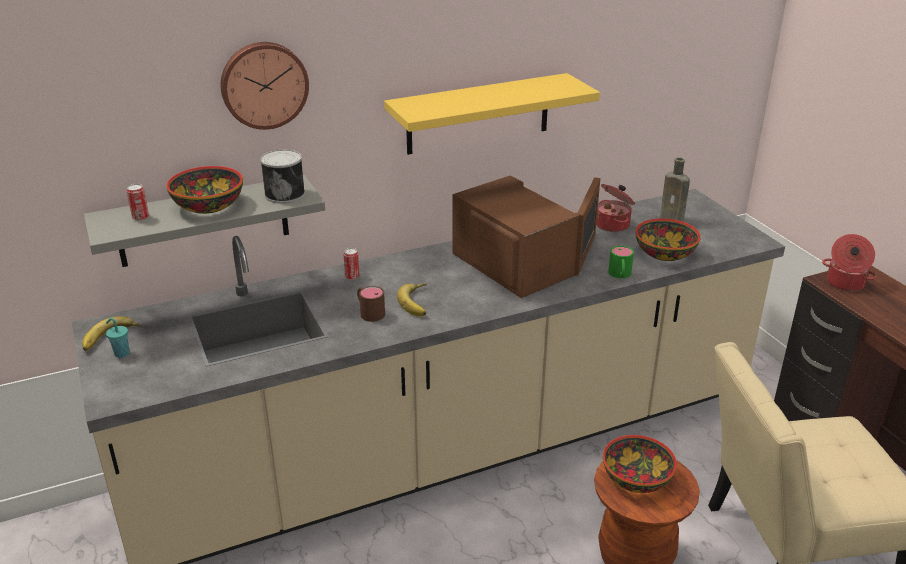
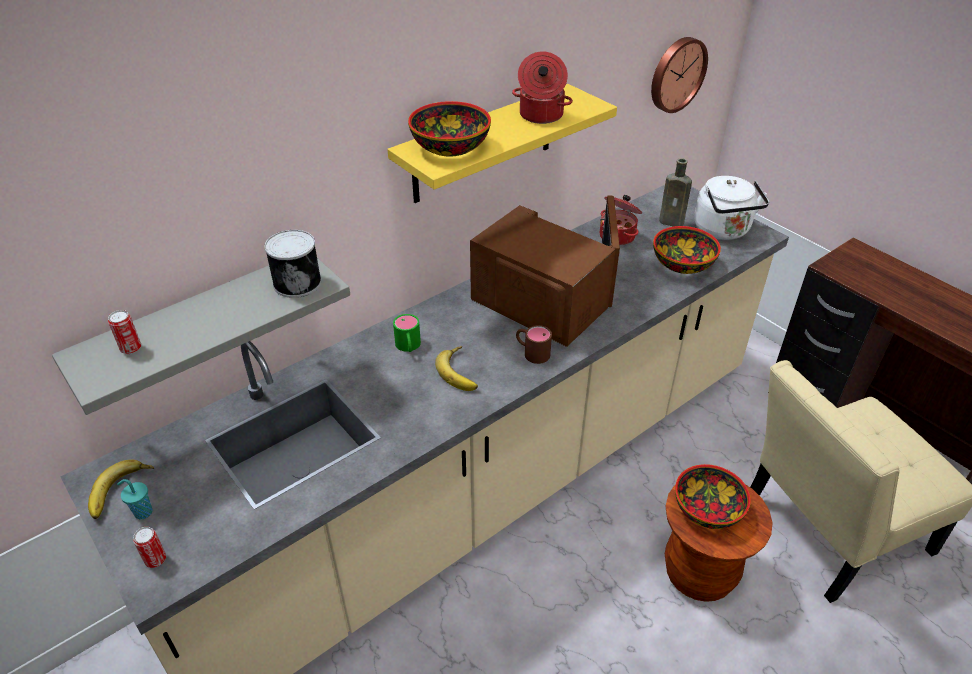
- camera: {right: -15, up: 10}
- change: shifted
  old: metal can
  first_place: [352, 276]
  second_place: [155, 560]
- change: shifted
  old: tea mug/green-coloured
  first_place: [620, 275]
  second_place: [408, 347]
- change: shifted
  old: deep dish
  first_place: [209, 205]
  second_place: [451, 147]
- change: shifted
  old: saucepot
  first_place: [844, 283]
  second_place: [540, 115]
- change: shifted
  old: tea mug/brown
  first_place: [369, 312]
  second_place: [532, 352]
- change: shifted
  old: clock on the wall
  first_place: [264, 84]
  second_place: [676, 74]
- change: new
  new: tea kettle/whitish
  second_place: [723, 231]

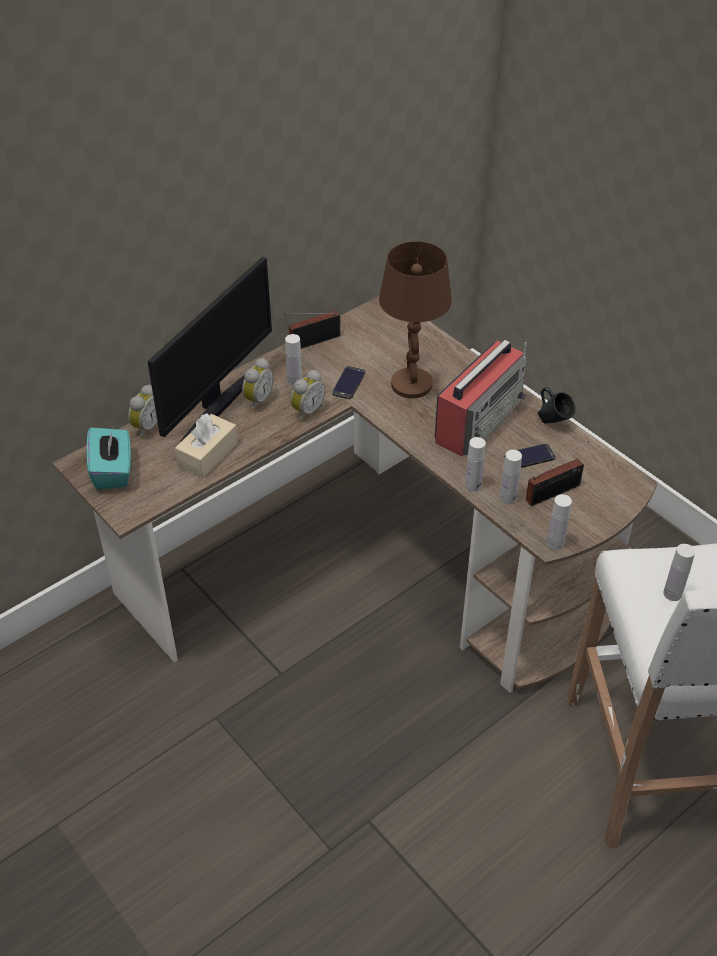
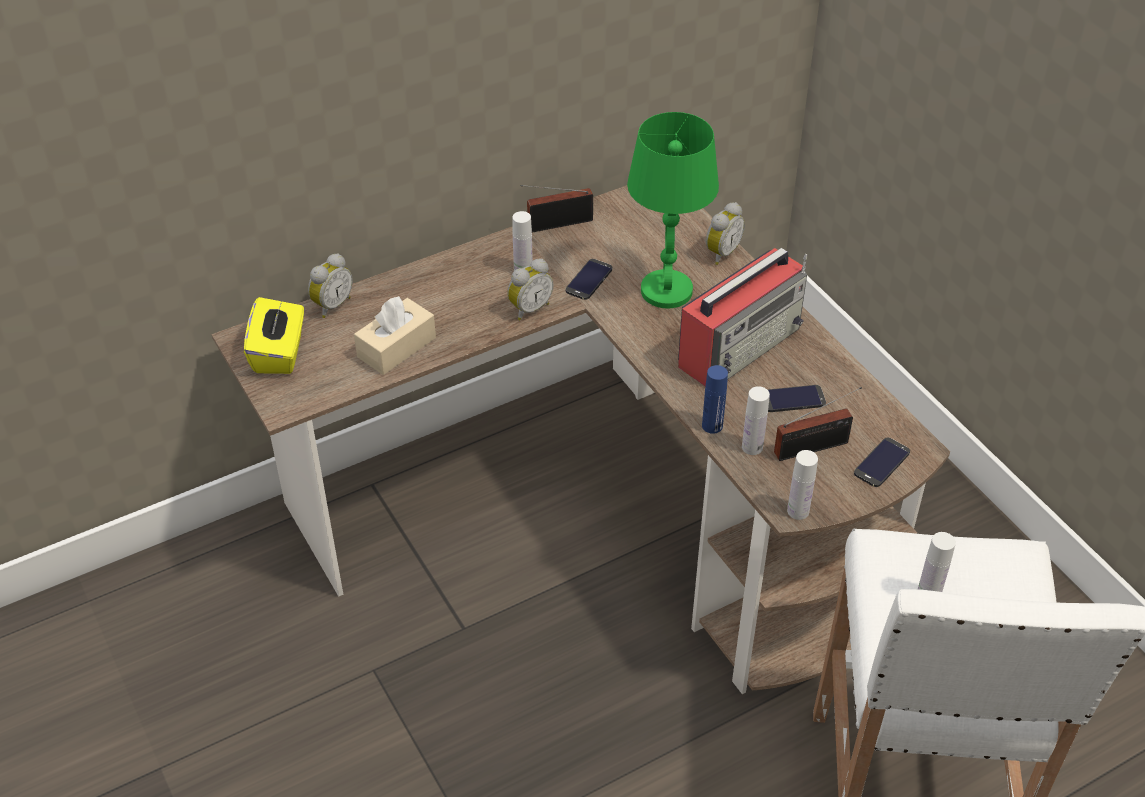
- camera: {right: 10, up: 0}
- change: repainted
  old: tissue box/turquoise-coloured
  new: tissue box/yellow
  first_place: [113, 471]
  second_place: [279, 353]
- change: repainted
  old: table lamp/brown
  new: table lamp/green-coloured
  first_place: [411, 384]
  second_place: [666, 290]
- change: repainted
  old: beverage bottle/whitish
  new: beverage bottle/blue-coloured
  first_place: [473, 485]
  second_place: [712, 426]
- change: shifted
  old: table clock
  first_place: [257, 400]
  second_place: [720, 253]
- change: new
  new: phone
  second_place: [881, 463]
- change: gone
  old: computer screen
  first_place: [217, 405]
- change: gone
  old: tea mug/blue-coloured
  first_place: [553, 422]

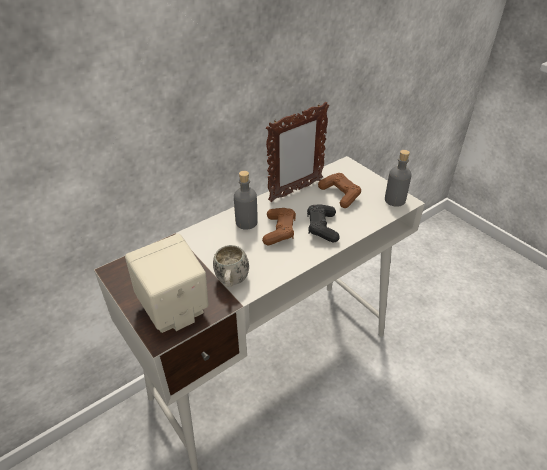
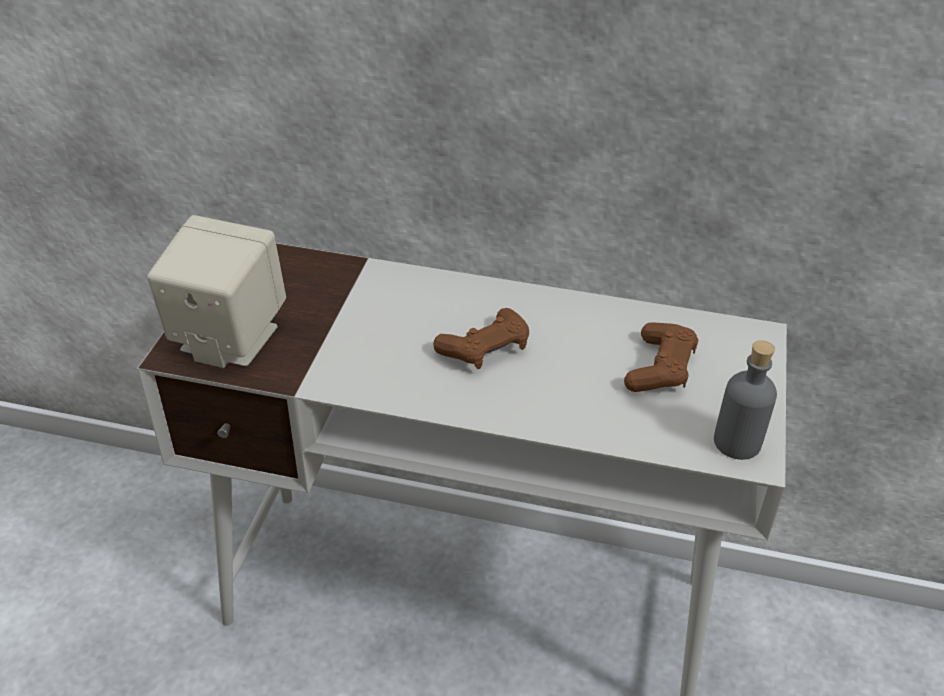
- camera: {right: 50, up: 0}
- change: gone
  old: tea mug/whitish
  first_place: [231, 282]
- change: gone
  old: beverage bottle/gray
  first_place: [246, 222]
- change: gone
  old: picture frame
  first_place: [295, 191]
- change: gone
  old: game controller/black-coloured
  first_place: [322, 228]

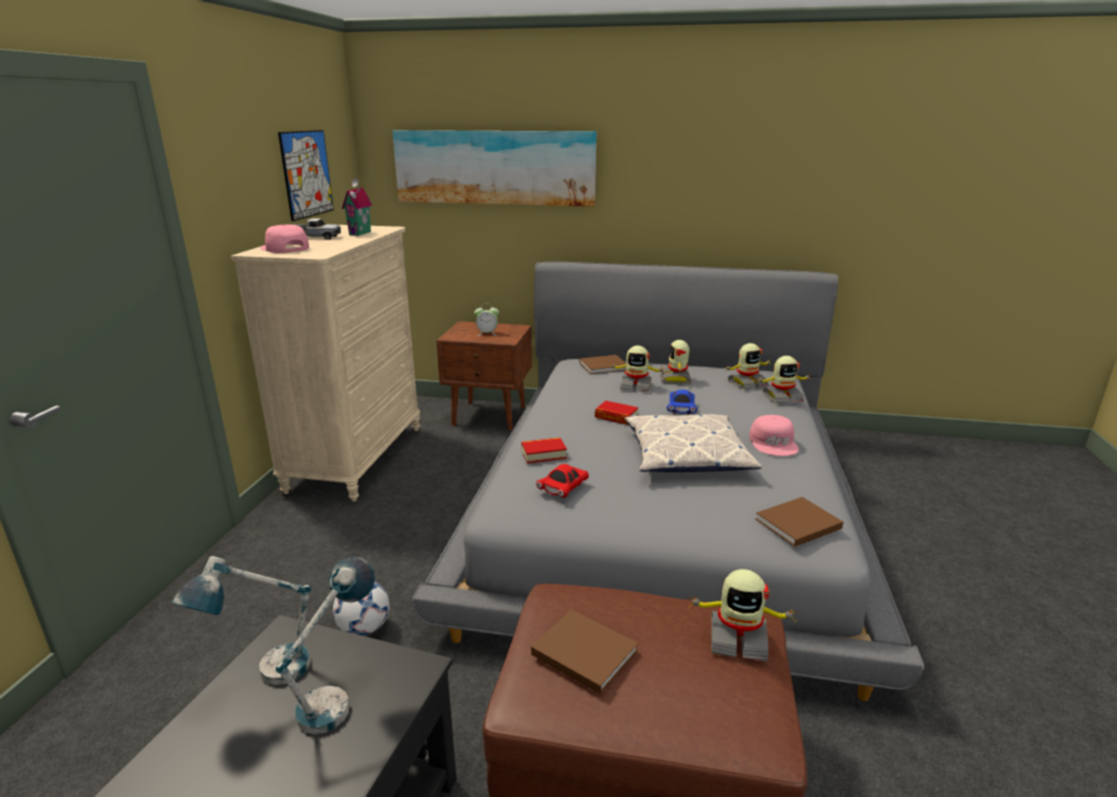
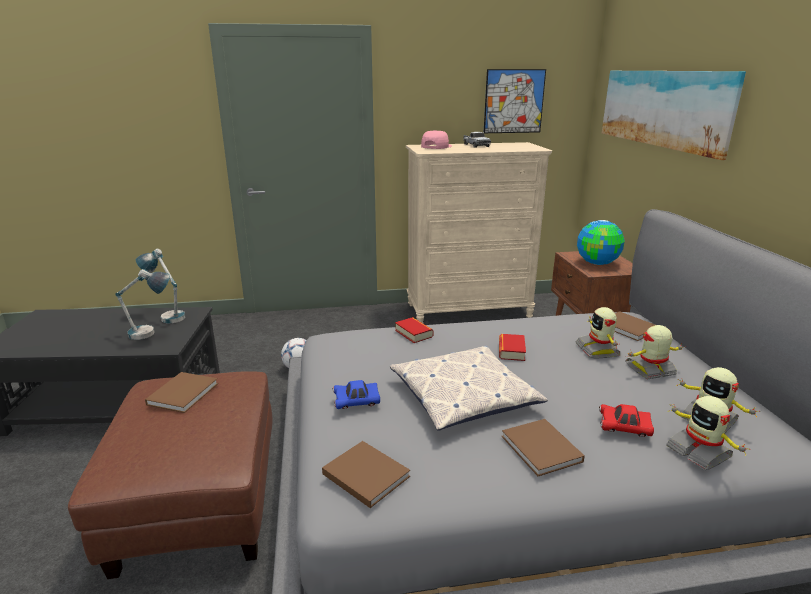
- camera: {right: 70, up: 0}
- change: shifted
  old: toy car/blue-coloured
  first_place: [681, 409]
  second_place: [356, 402]
- change: swapped
  old: baseball cap/pinkish
  new: bound book/brown
  first_place: [774, 443]
  second_place: [542, 450]
- change: swapped
  old: table clock
  new: globe
  first_place: [487, 333]
  second_place: [597, 263]
- change: shifted
  old: toy car/reddish
  first_place: [563, 488]
  second_place: [624, 428]
- change: gone
  old: toy house
  first_place: [361, 233]
- change: gone
  old: toy robot
  first_place: [737, 638]

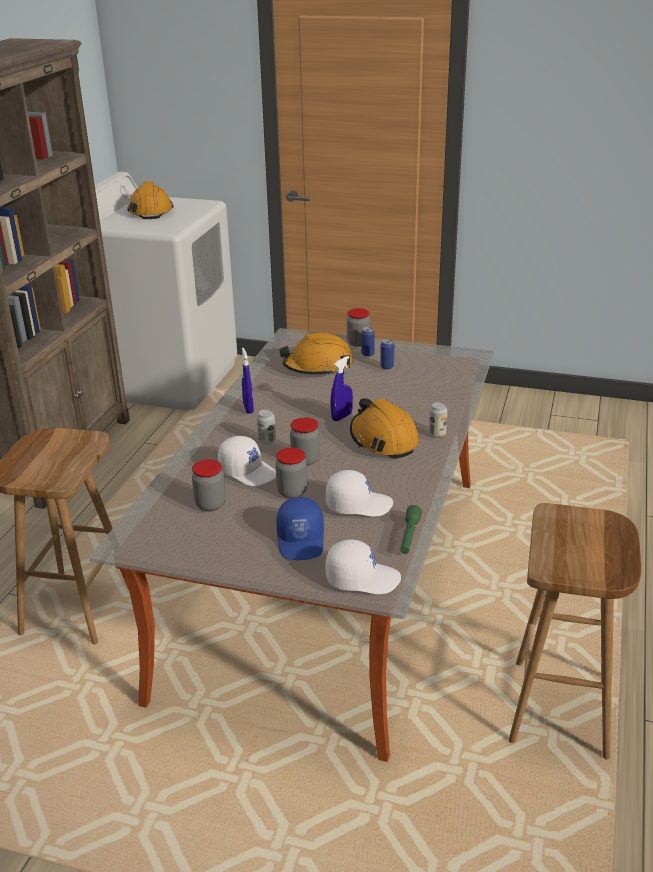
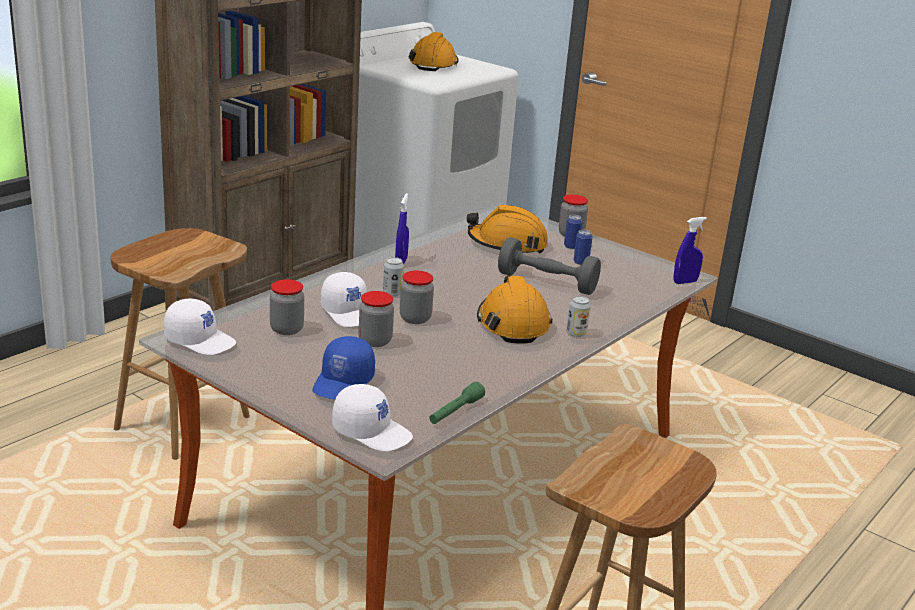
- camera: {right: 20, up: -5}
- change: shifted
  old: baseball cap/whitish
  first_place: [358, 504]
  second_place: [200, 340]
- change: new
  new: free weight/gray
  second_place: [547, 282]
- change: shifted
  old: sprayer/blue-coloured
  first_place: [341, 417]
  second_place: [685, 282]

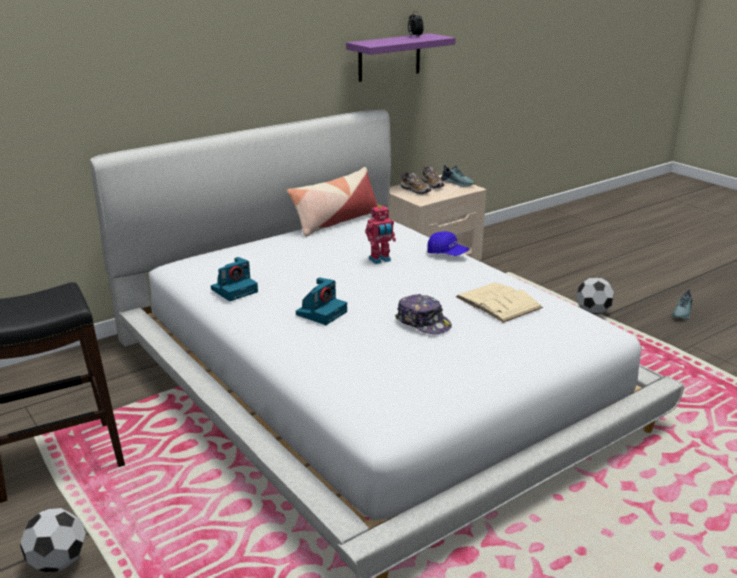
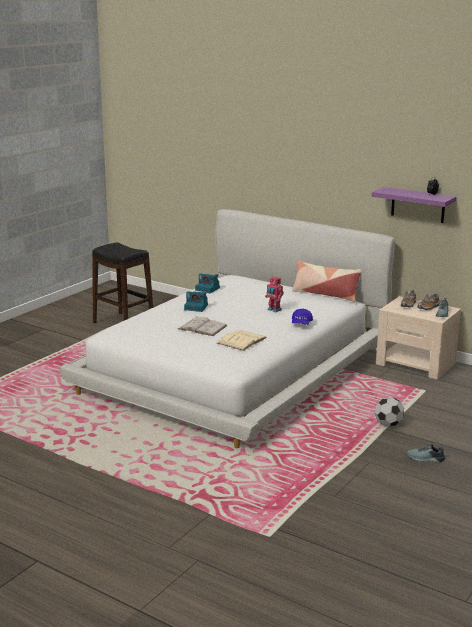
- camera: {right: 70, up: -5}
- change: swapped
  old: baseball cap
  new: bound book/whitish
  first_place: [423, 322]
  second_place: [202, 327]
- change: gone
  old: ball for football
  first_place: [58, 562]

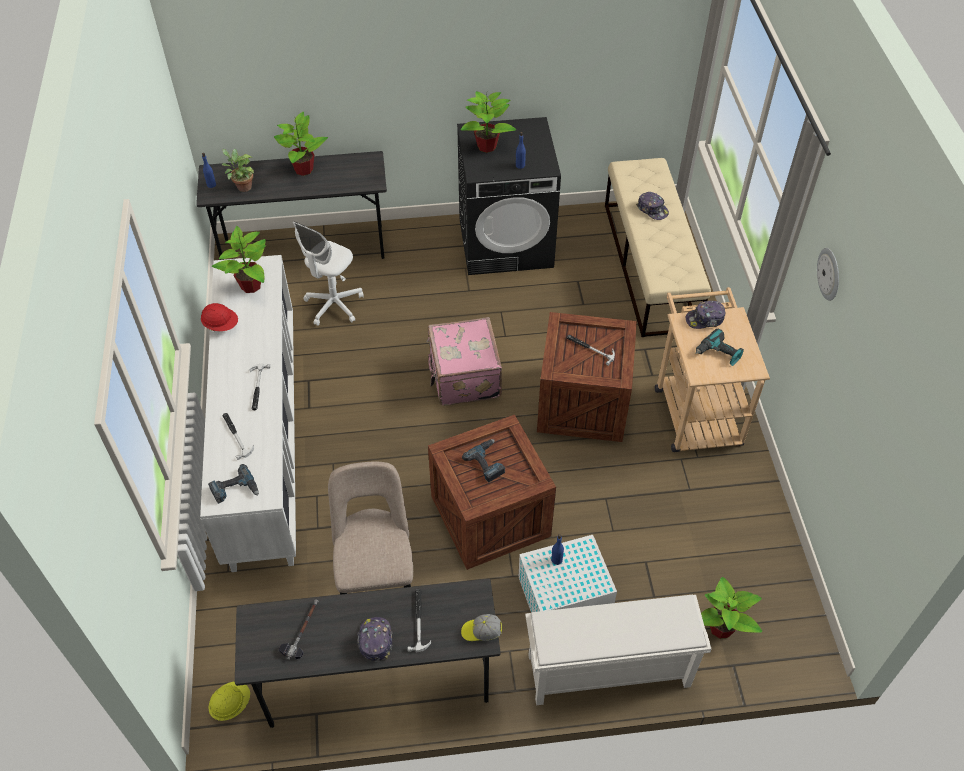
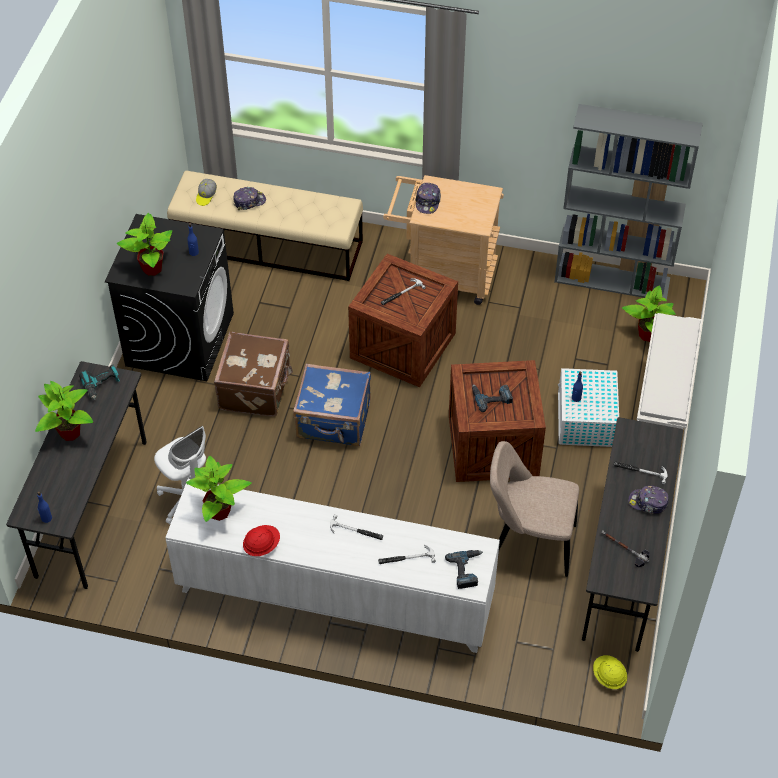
- camera: {right: -70, up: 0}
- change: shifted
  old: electric drill
  first_place: [718, 354]
  second_place: [101, 385]
- change: shifted
  old: baseball cap
  first_place: [481, 631]
  second_place: [206, 196]
- change: new
  new: suitcase/brown
  second_place: [256, 389]
- change: repainted
  old: suitcase/pinkish
  new: suitcase/blue-coloured
  first_place: [463, 377]
  second_place: [334, 421]
- change: new
  new: bookcase/gray
  second_place: [613, 280]
- change: gone
  old: houseplant
  first_place: [242, 186]
- change: gone
  old: clock on the wall
  first_place: [829, 274]

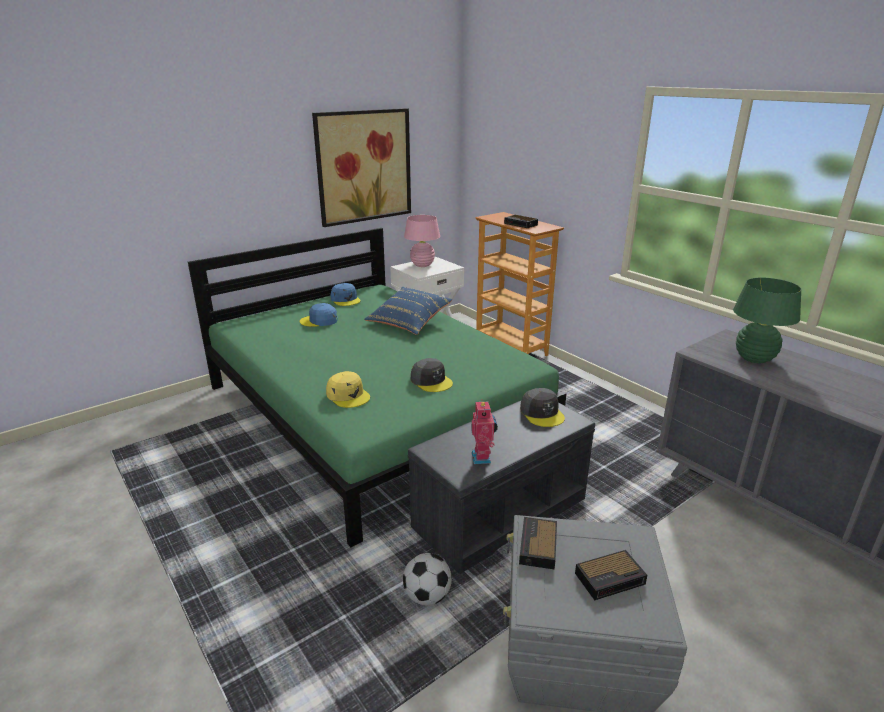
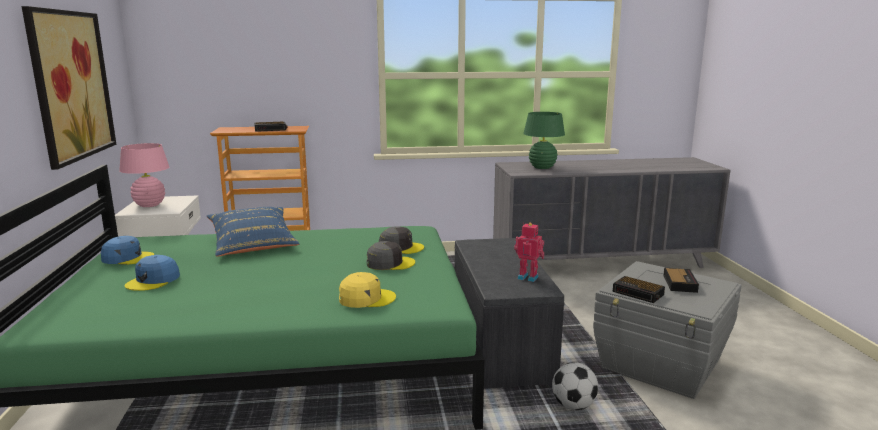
- camera: {right: -60, up: -10}
- change: shifted
  old: baseball cap/gray
  first_place: [542, 413]
  second_place: [400, 247]

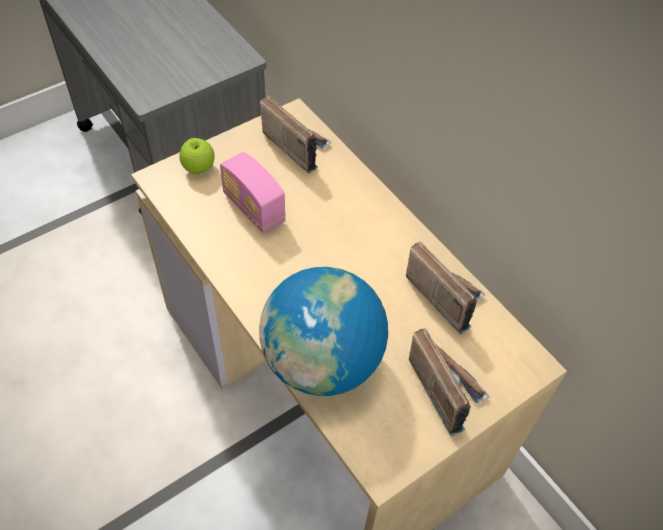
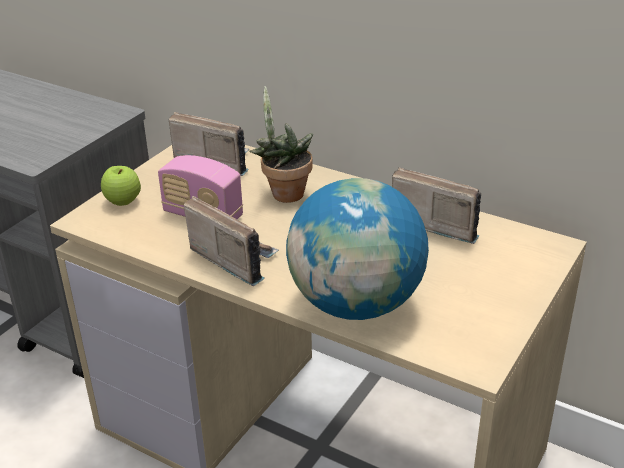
- camera: {right: -20, up: -20}
- change: shifted
  old: radio
  first_place: [444, 387]
  second_place: [234, 258]
- change: new
  new: houseplant
  second_place: [284, 192]

